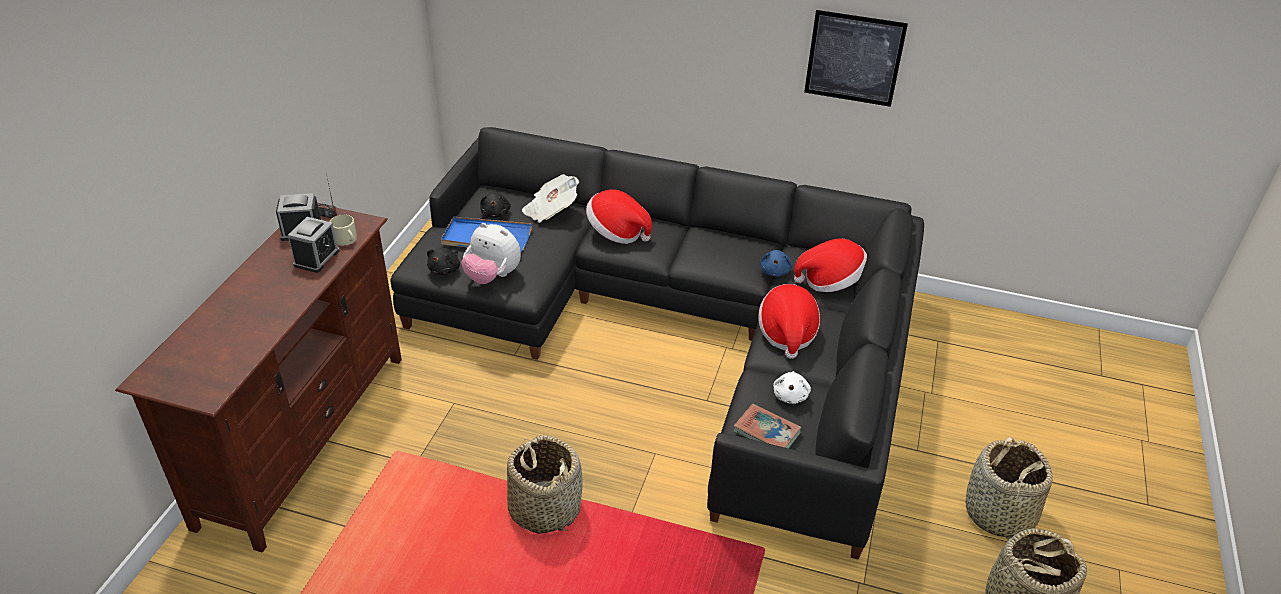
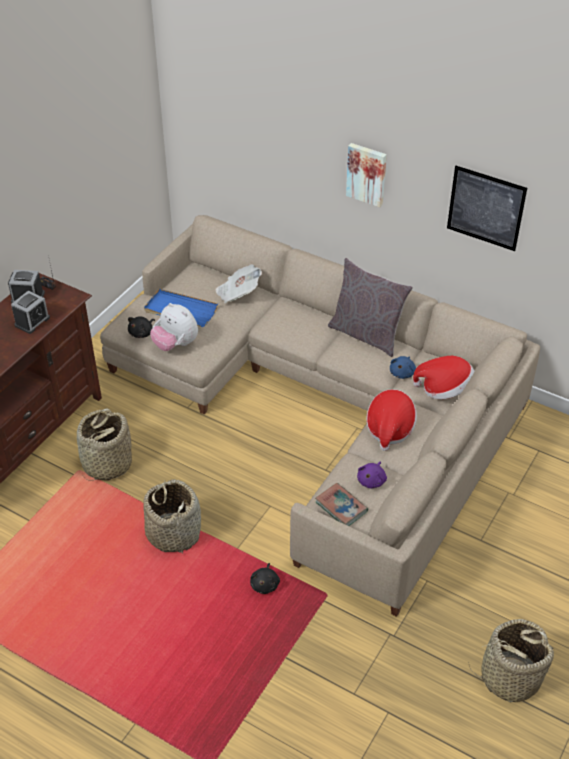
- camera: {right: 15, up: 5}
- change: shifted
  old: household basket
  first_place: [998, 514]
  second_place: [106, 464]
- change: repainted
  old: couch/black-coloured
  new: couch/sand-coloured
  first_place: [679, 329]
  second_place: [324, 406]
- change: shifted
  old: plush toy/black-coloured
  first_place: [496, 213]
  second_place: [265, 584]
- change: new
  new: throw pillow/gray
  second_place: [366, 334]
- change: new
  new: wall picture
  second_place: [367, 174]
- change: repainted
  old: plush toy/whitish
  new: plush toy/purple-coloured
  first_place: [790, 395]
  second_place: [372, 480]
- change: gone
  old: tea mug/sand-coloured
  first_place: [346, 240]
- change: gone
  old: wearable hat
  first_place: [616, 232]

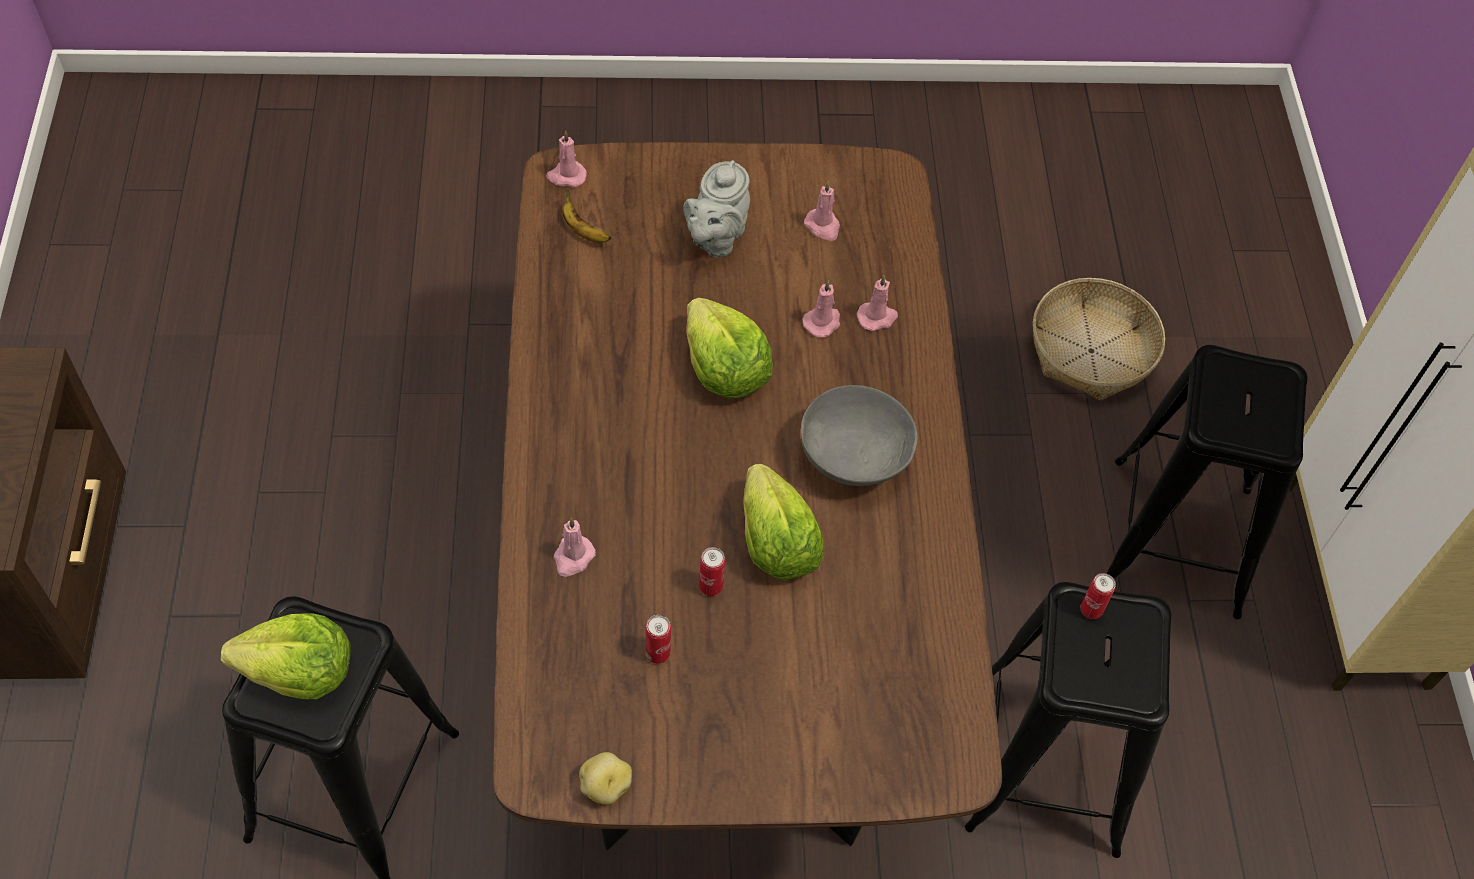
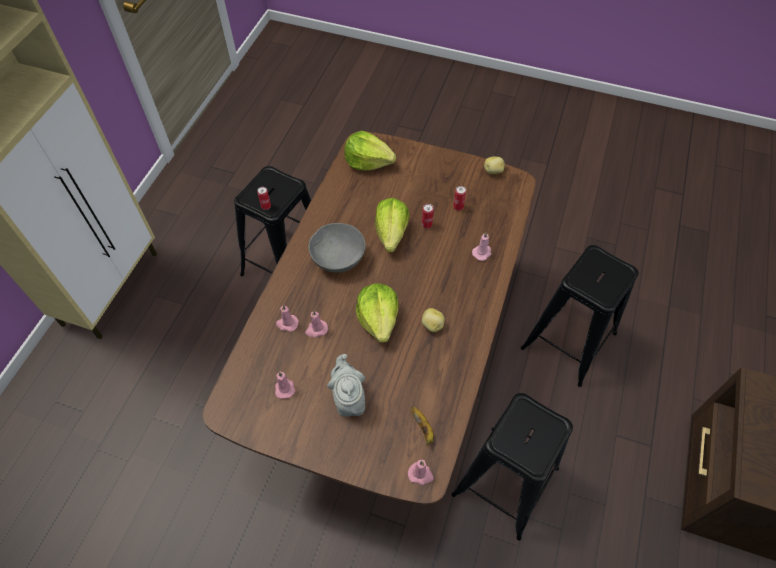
- camera: {right: -155, up: 0}
- change: rotated
  old: pot for tea/gray
  first_place: [715, 238]
  second_place: [349, 399]
  degrees: -60
- change: shifted
  old: lettuce
  first_place: [299, 672]
  second_place: [368, 161]
- change: new
  new: whole potato
  second_place: [432, 325]
- change: shifted
  old: stool/black-coloured
  first_place: [1176, 537]
  second_place: [505, 481]
- change: gone
  old: household basket
  first_place: [1091, 351]

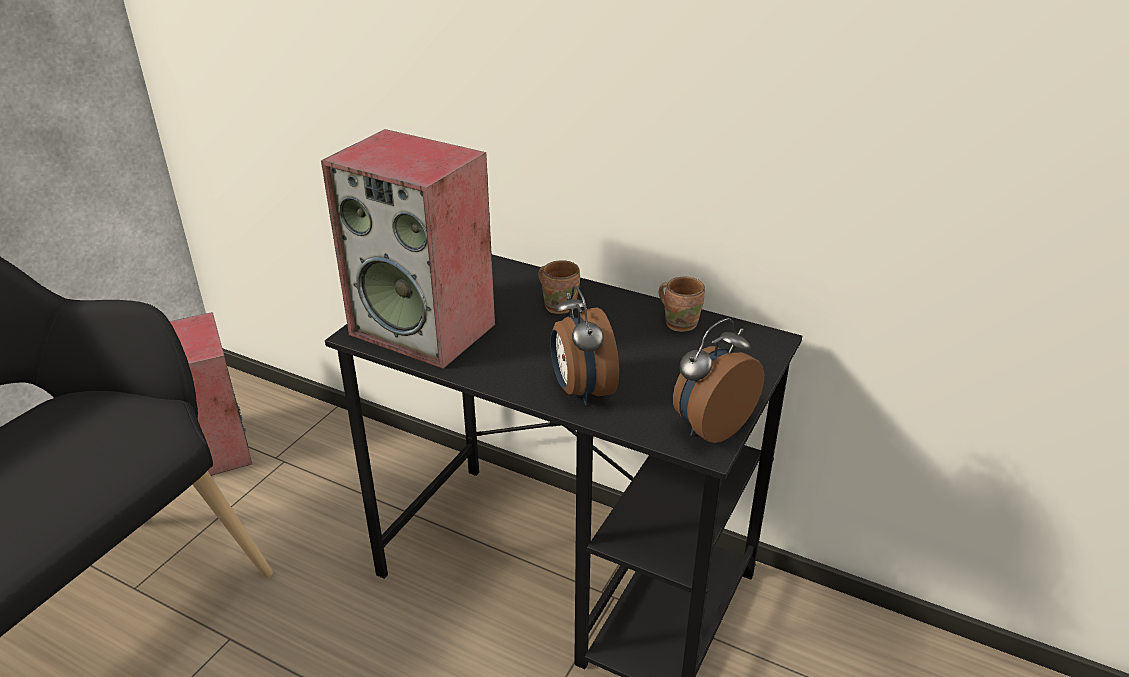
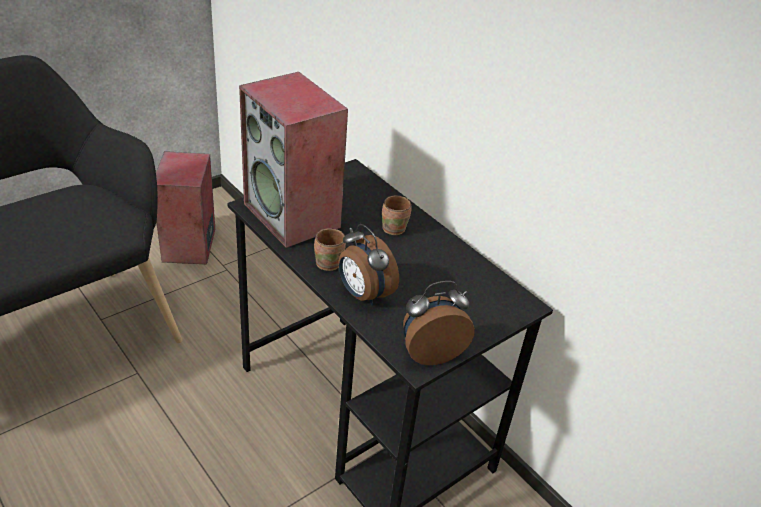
- camera: {right: 20, up: 5}
- change: shifted
  old: tea mug/brown
  first_place: [680, 322]
  second_place: [329, 262]
- change: rotated
  old: table clock
  first_place: [581, 390]
  second_place: [363, 294]
  degrees: -45

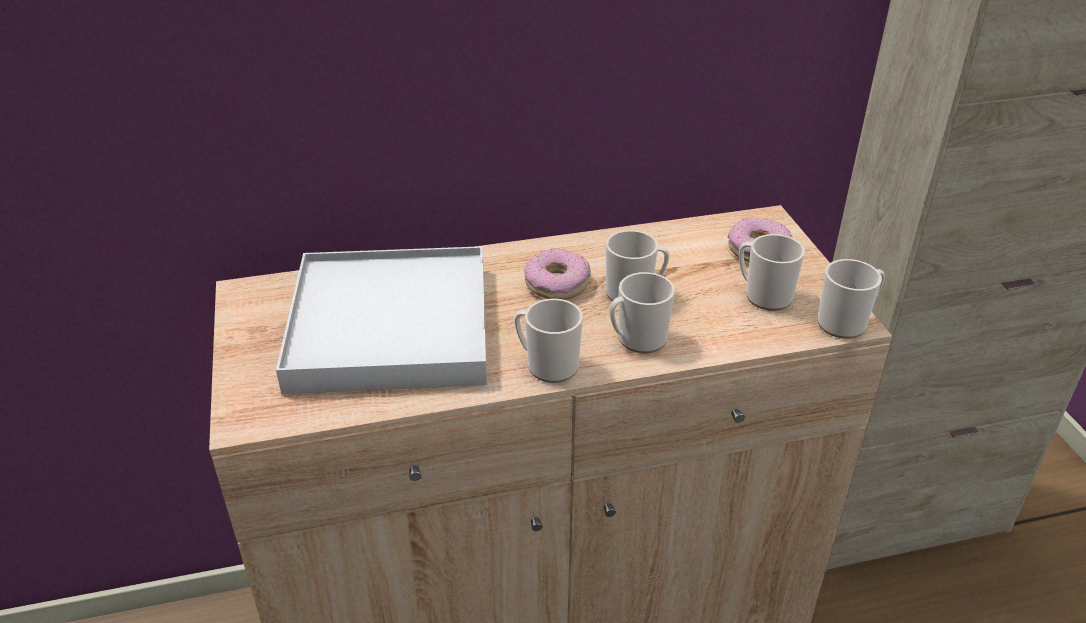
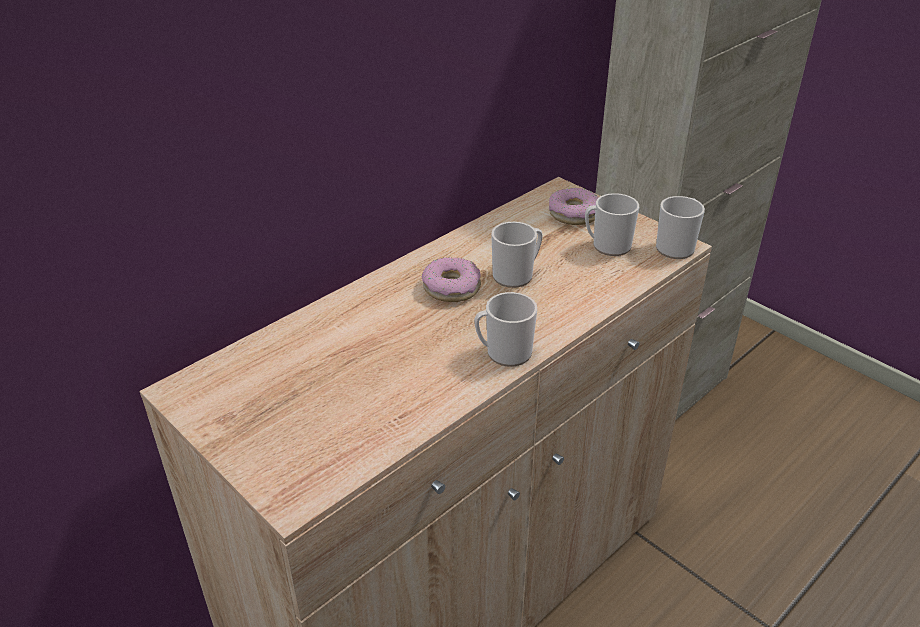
- camera: {right: -30, up: 0}
- change: gone
  old: tray/whitish
  first_place: [391, 326]
- change: gone
  old: tea mug
  first_place: [637, 340]

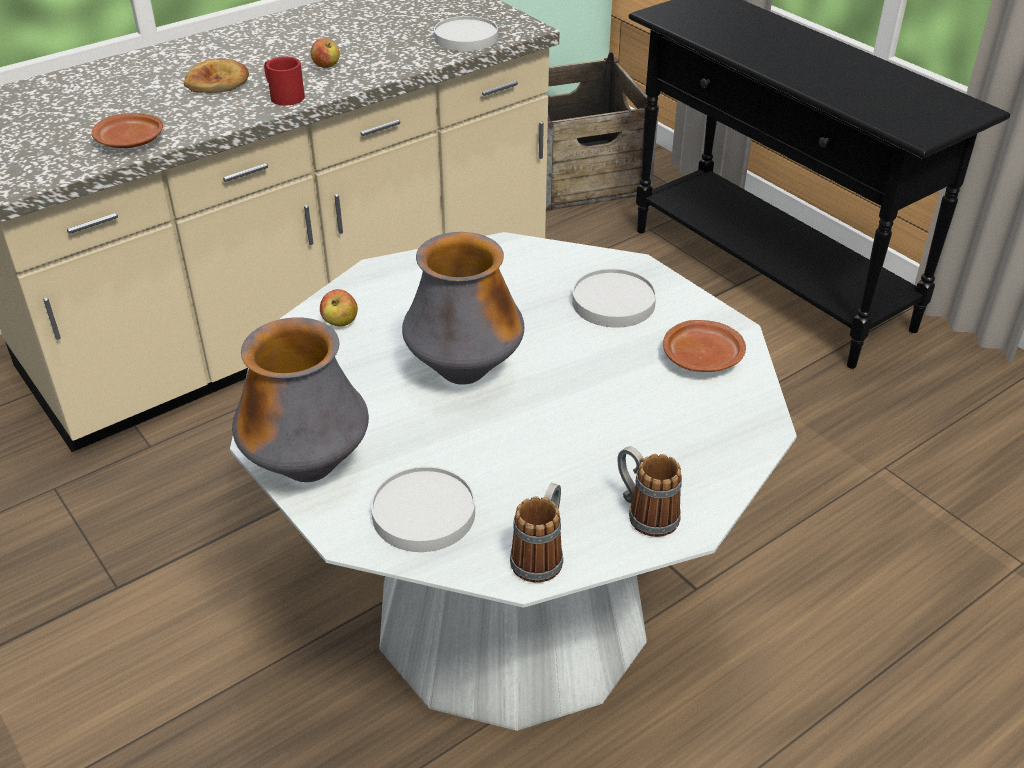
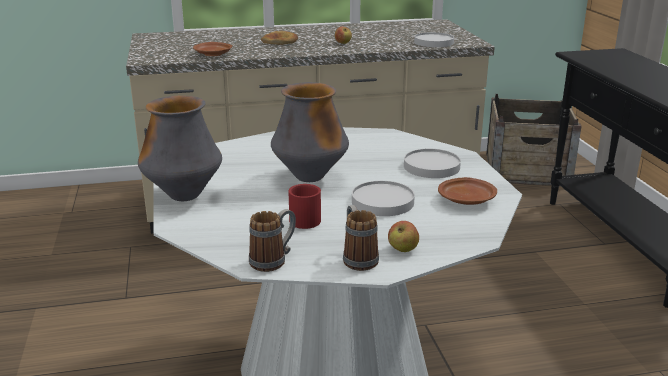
- camera: {right: 25, up: -15}
- change: shifted
  old: tea mug/reddish
  first_place: [283, 95]
  second_place: [303, 218]
- change: shifted
  old: plate/whitish
  first_place: [424, 513]
  second_place: [383, 202]
- change: shifted
  old: apple fruit
  first_place: [340, 322]
  second_place: [403, 249]

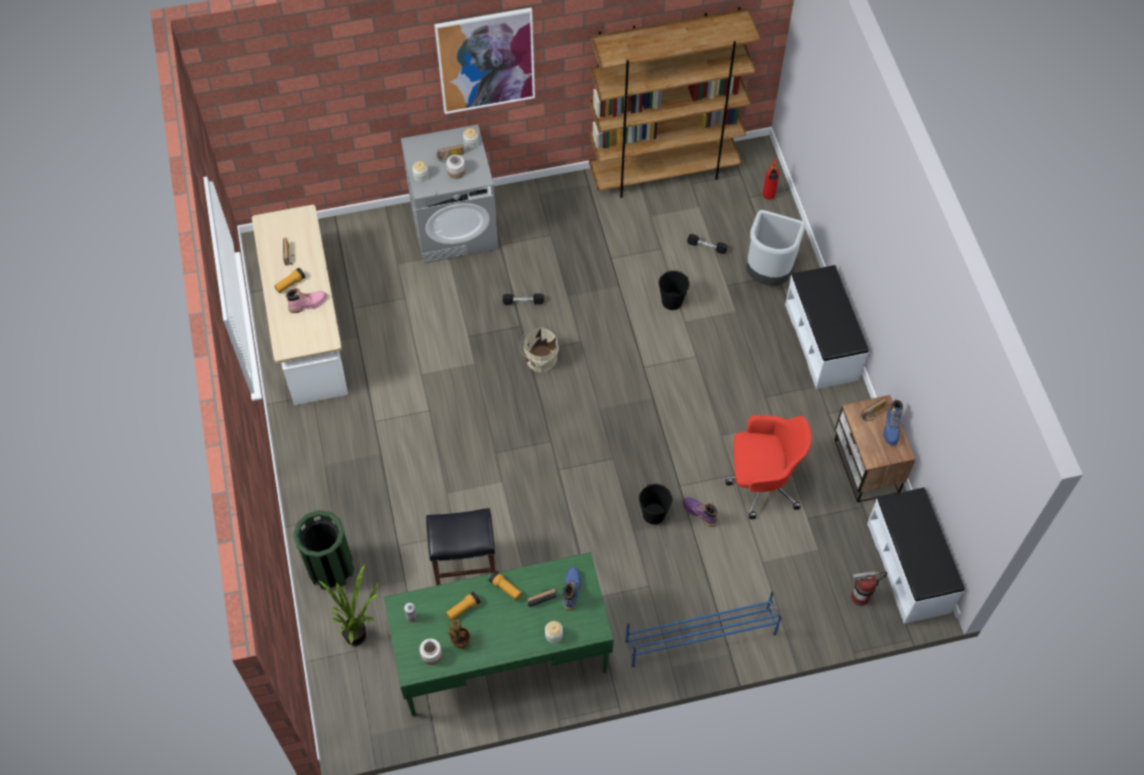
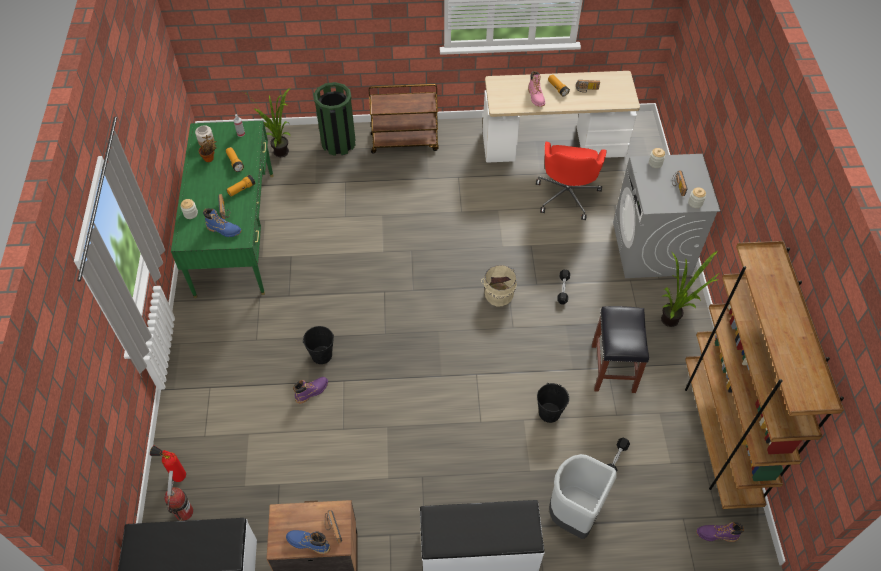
- camera: {right: 100, up: -5}
- change: shifted
  old: fire extinguisher
  first_place: [768, 198]
  second_place: [176, 475]
- change: new
  new: wheeled cart/brown
  second_place: [405, 142]
- change: shifted
  old: desk chair/reddish
  first_place: [761, 482]
  second_place: [567, 195]
- change: shifted
  old: stool/black-coloured
  first_place: [465, 564]
  second_place: [613, 369]
- change: new
  new: houseplant
  second_place: [673, 320]
- change: new
  new: boot/purple-coloured
  second_place: [716, 535]
- change: gone
  old: wall picture
  first_place: [486, 60]
- change: gone
  old: preserve jar
  first_place: [456, 172]
- change: gone
  old: shoe shelf/blue-coloured
  first_place: [700, 637]

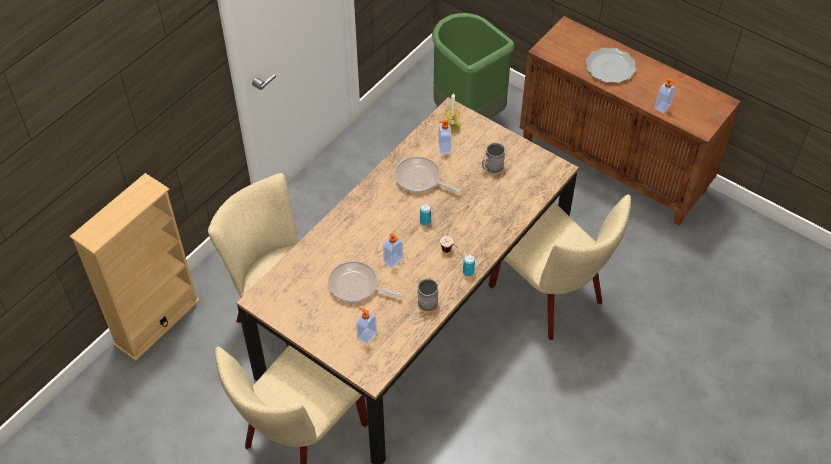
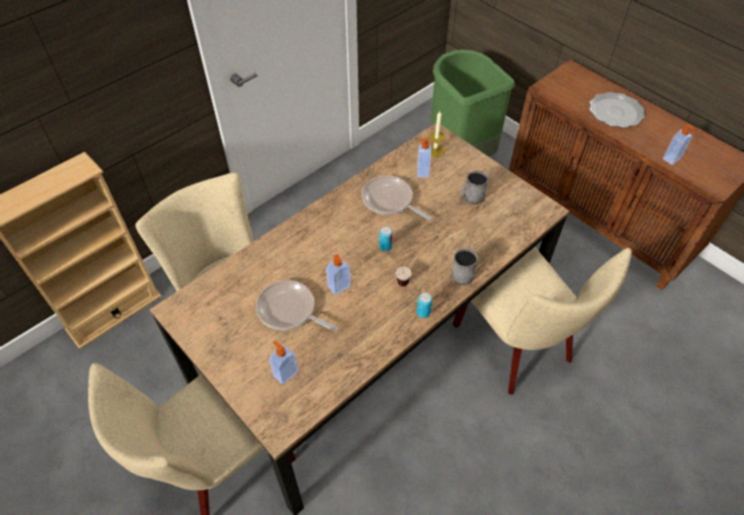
- camera: {right: 10, up: 0}
- change: shifted
  old: tea mug/gray
  first_place: [428, 300]
  second_place: [463, 273]

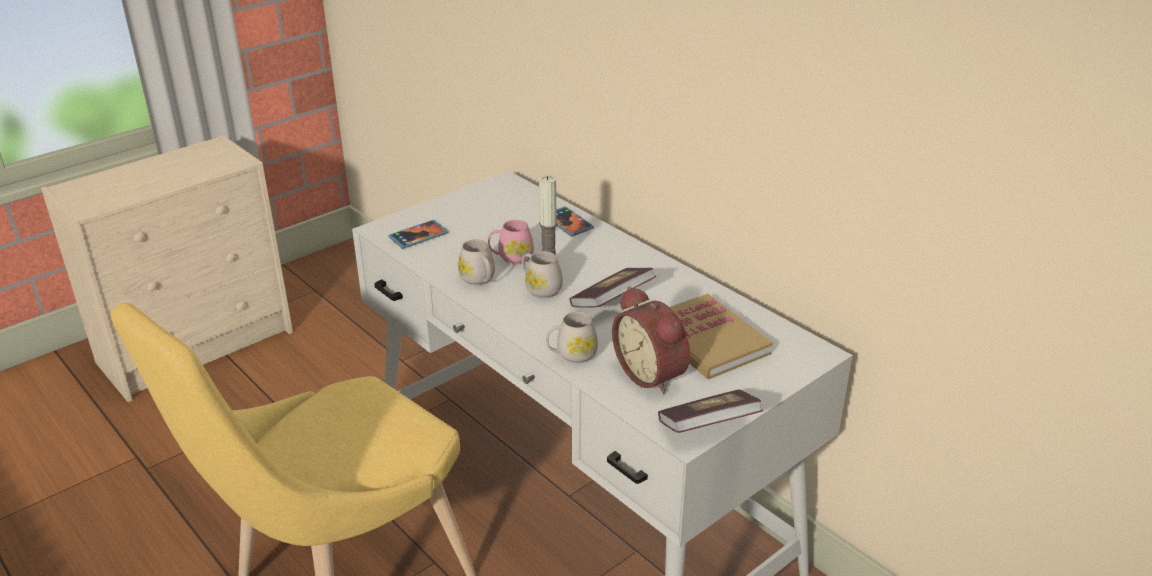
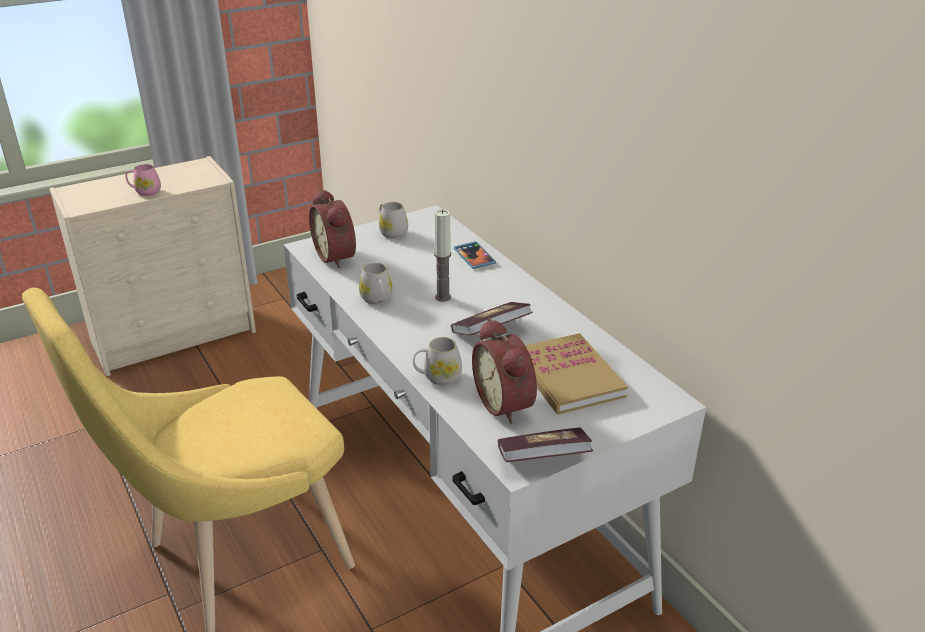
- camera: {right: 10, up: 0}
- change: shifted
  old: tea mug/pinkish
  first_place: [511, 258]
  second_place: [145, 192]
- change: swapped
  old: phone
  new: table clock
  first_place: [418, 236]
  second_place: [338, 256]
- change: shifted
  old: tea mug/whitish
  first_place: [540, 289]
  second_place: [391, 232]

